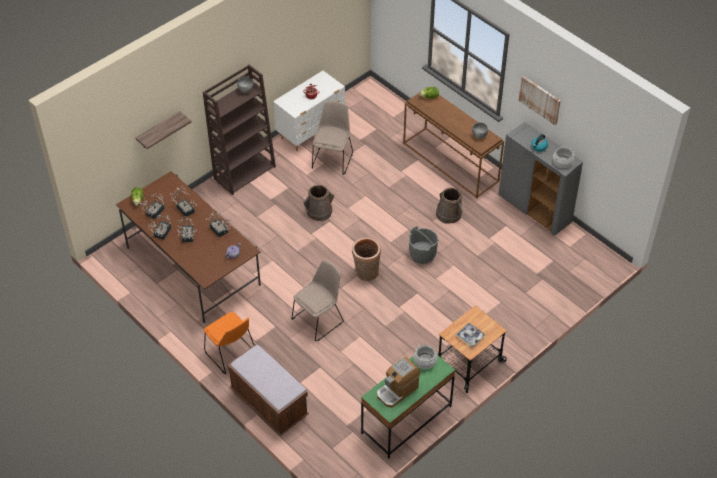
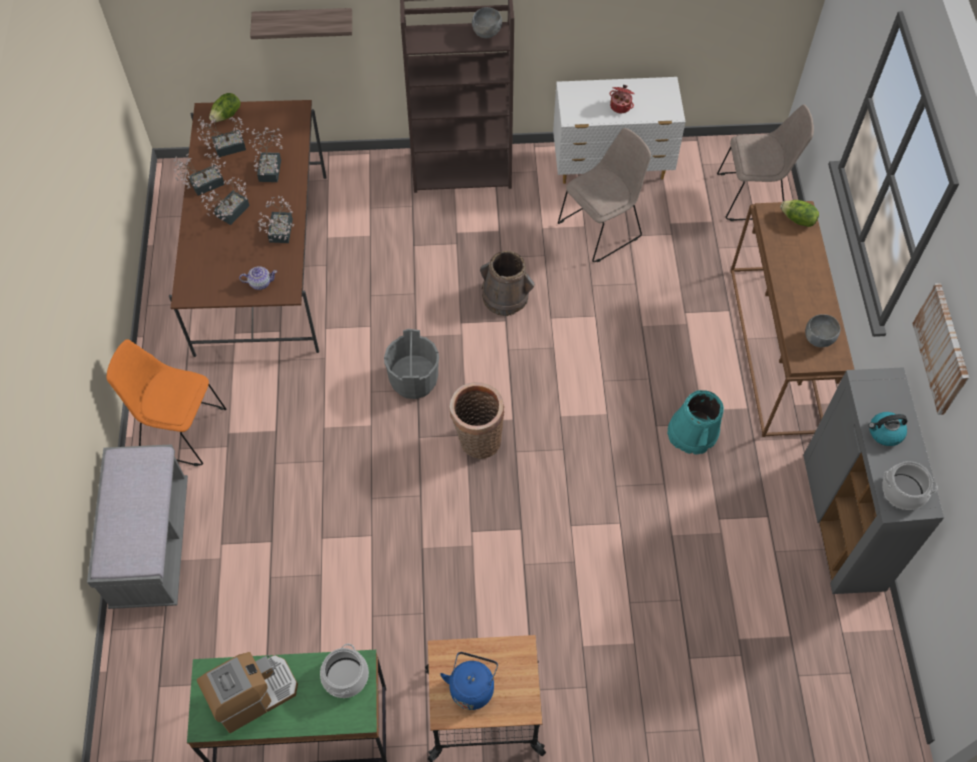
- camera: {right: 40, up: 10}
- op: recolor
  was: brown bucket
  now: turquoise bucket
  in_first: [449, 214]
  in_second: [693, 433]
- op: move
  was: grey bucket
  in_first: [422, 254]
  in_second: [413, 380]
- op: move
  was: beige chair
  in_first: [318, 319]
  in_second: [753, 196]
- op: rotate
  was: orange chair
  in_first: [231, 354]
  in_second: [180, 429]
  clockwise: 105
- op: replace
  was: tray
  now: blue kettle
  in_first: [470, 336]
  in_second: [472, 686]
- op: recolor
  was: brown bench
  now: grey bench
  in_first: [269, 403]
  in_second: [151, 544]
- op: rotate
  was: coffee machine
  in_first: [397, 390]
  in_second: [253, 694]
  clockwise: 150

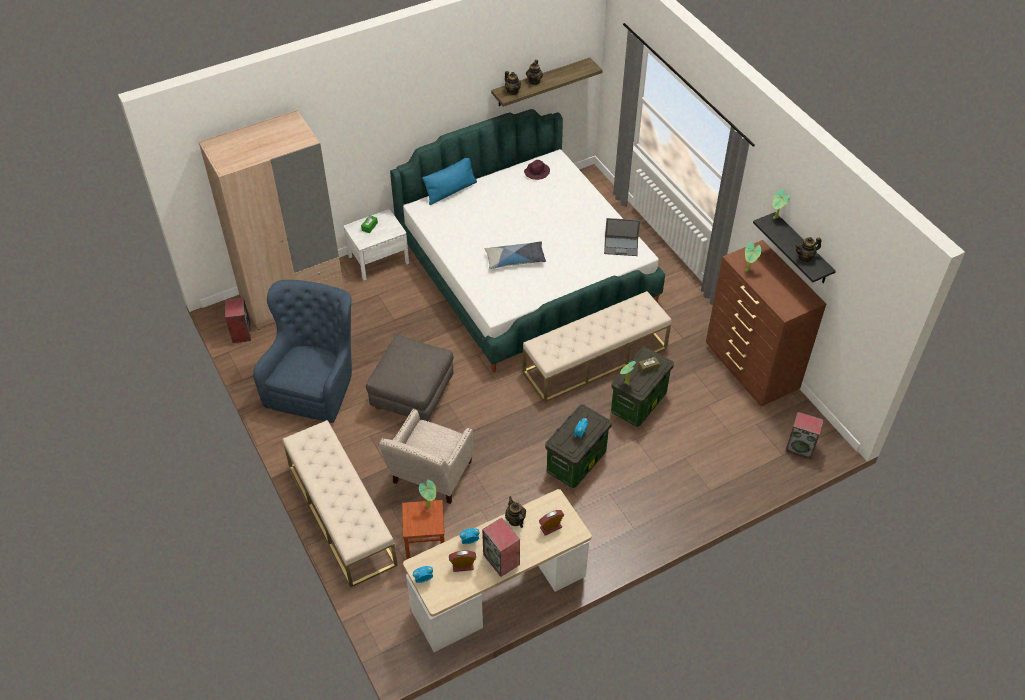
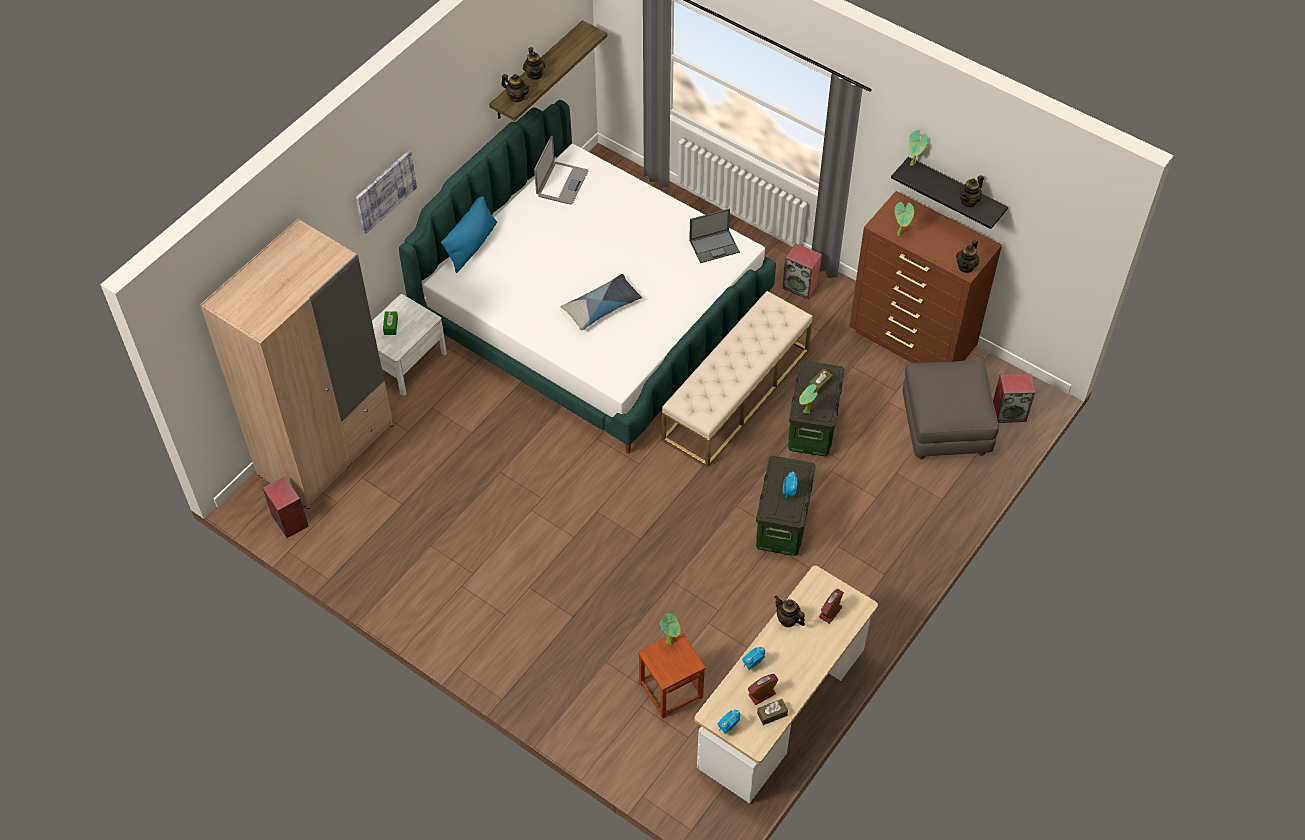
- camera: {right: -25, up: 5}
- op: replace
  was: purple hat
  now: laptop
  in_first: [537, 172]
  in_second: [561, 183]
- op: delete
  was: blue armchair
  in_first: [315, 384]
- op: move
  was: grey ottoman
  in_first: [412, 395]
  in_second: [944, 427]
- op: delete
  was: beige armchair
  in_first: [429, 476]
- op: delete
  was: beige bench
  in_first: [341, 514]
- op: move
  was: speaker
  in_first: [502, 560]
  in_second: [801, 286]
- op: insert
  now: picture
  in_second: [385, 191]
- op: insert
  now: teapot
  in_second: [966, 266]
- op: insert
  now: brown tissue box
  in_second: [772, 714]

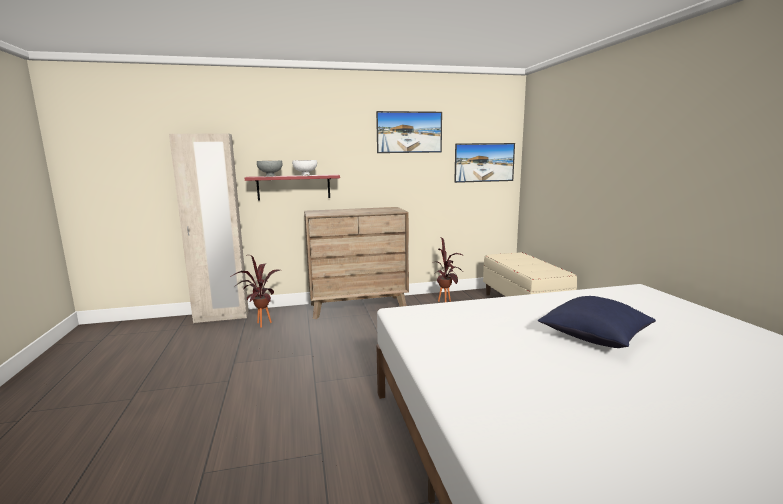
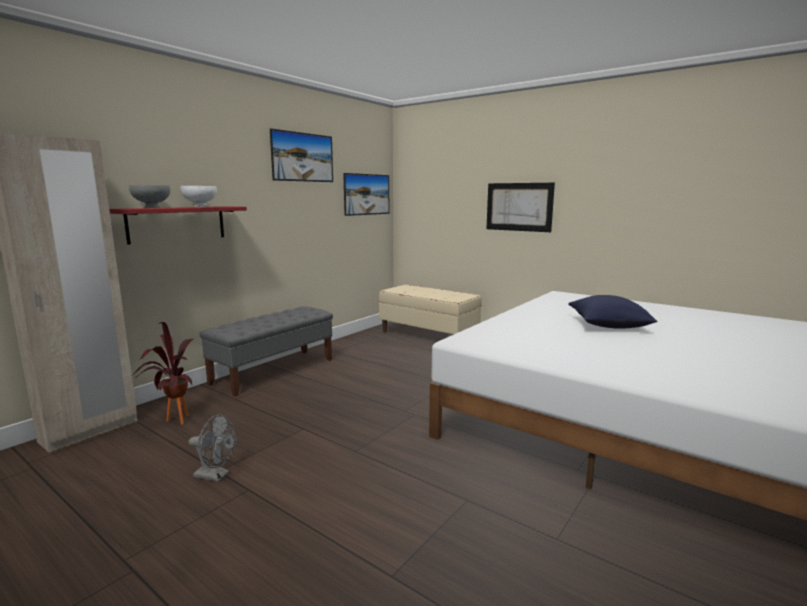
- camera: {right: -40, up: 0}
- op: replace
  was: brown dresser
  now: grey bench
  in_first: [358, 307]
  in_second: [274, 371]
- op: delete
  was: potted plant
  in_first: [447, 301]
- op: insert
  now: picture
  in_second: [519, 207]
- op: insert
  now: grey fan
  in_second: [216, 476]

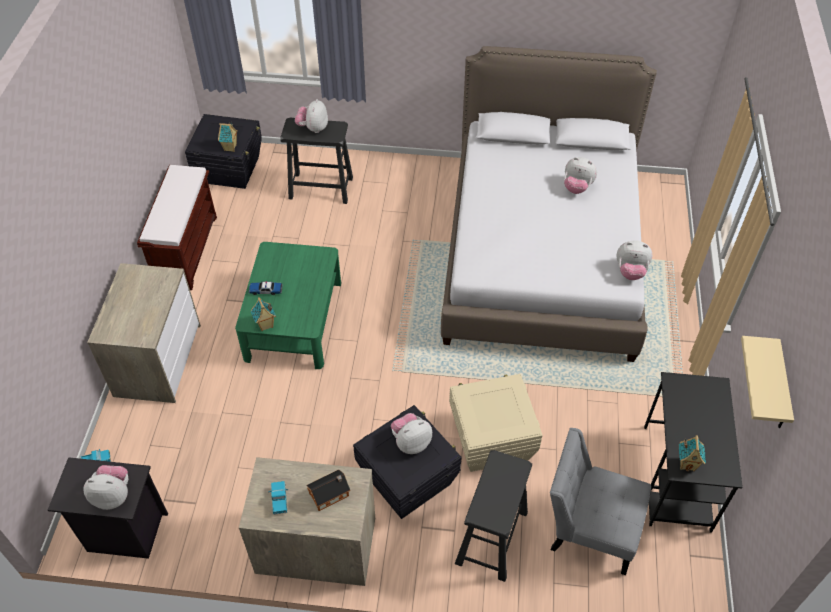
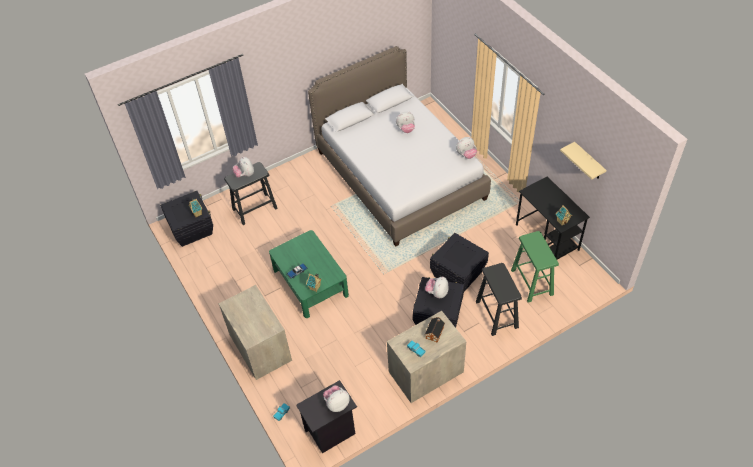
- camera: {right: -35, up: 0}
- op: delete
  was: brown bench
  in_first: [186, 250]
- op: recolor
  was: beige storage box
  now: black storage box
  in_first: [490, 439]
  in_second: [457, 274]
- op: replace
  was: grey chair
  now: green stool
  in_first: [589, 527]
  in_second: [532, 282]

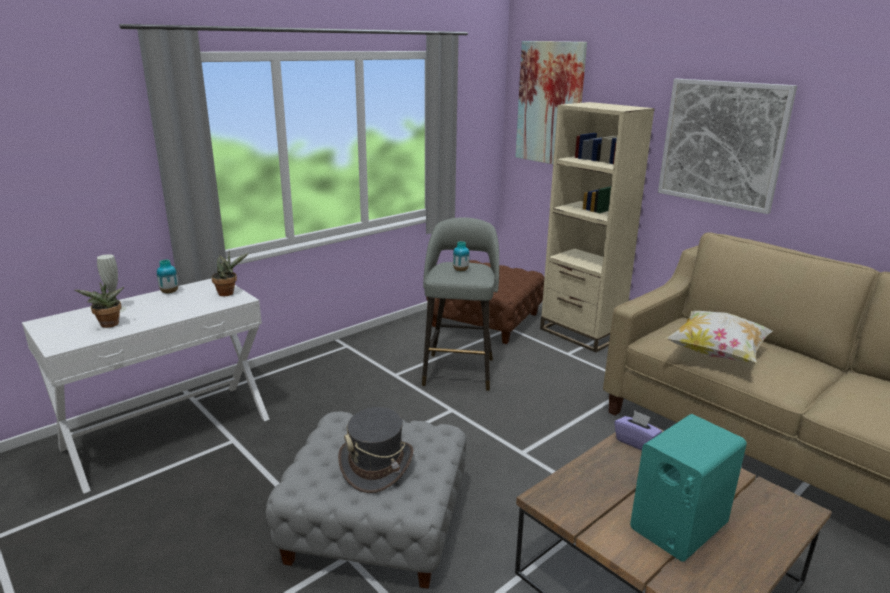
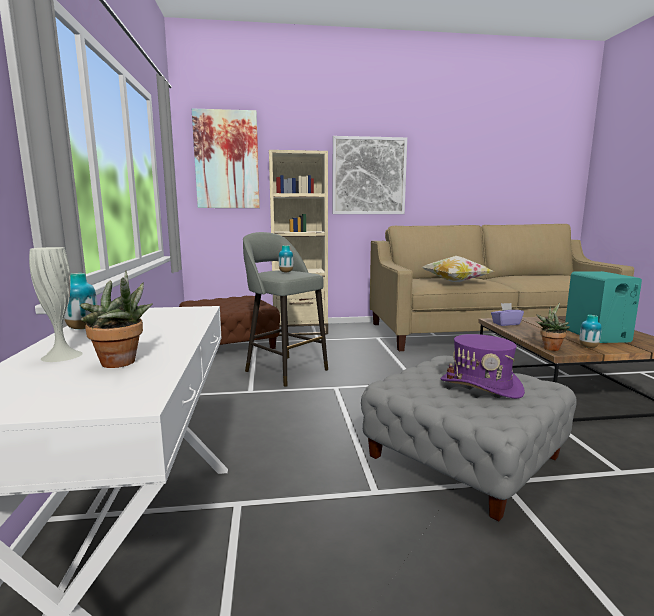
- camera: {right: -55, up: -10}
- op: move
  was: potted plant
  in_first: [228, 293]
  in_second: [550, 348]
- op: recolor
  was: grey hat
  now: purple hat
  in_first: [376, 465]
  in_second: [481, 386]
- op: insert
  now: vase
  in_second: [588, 347]

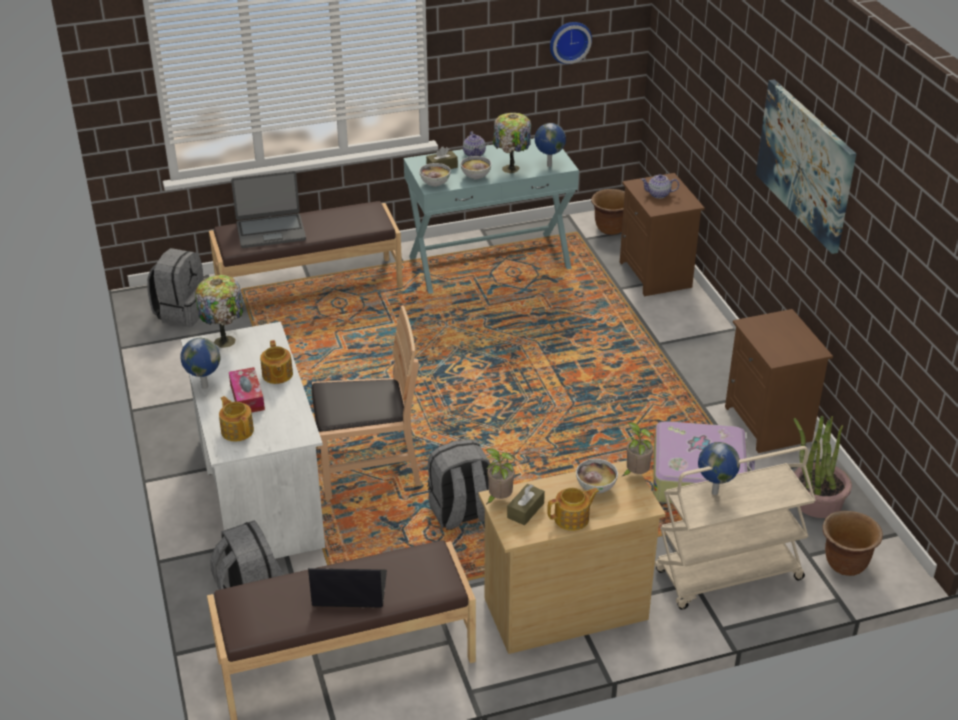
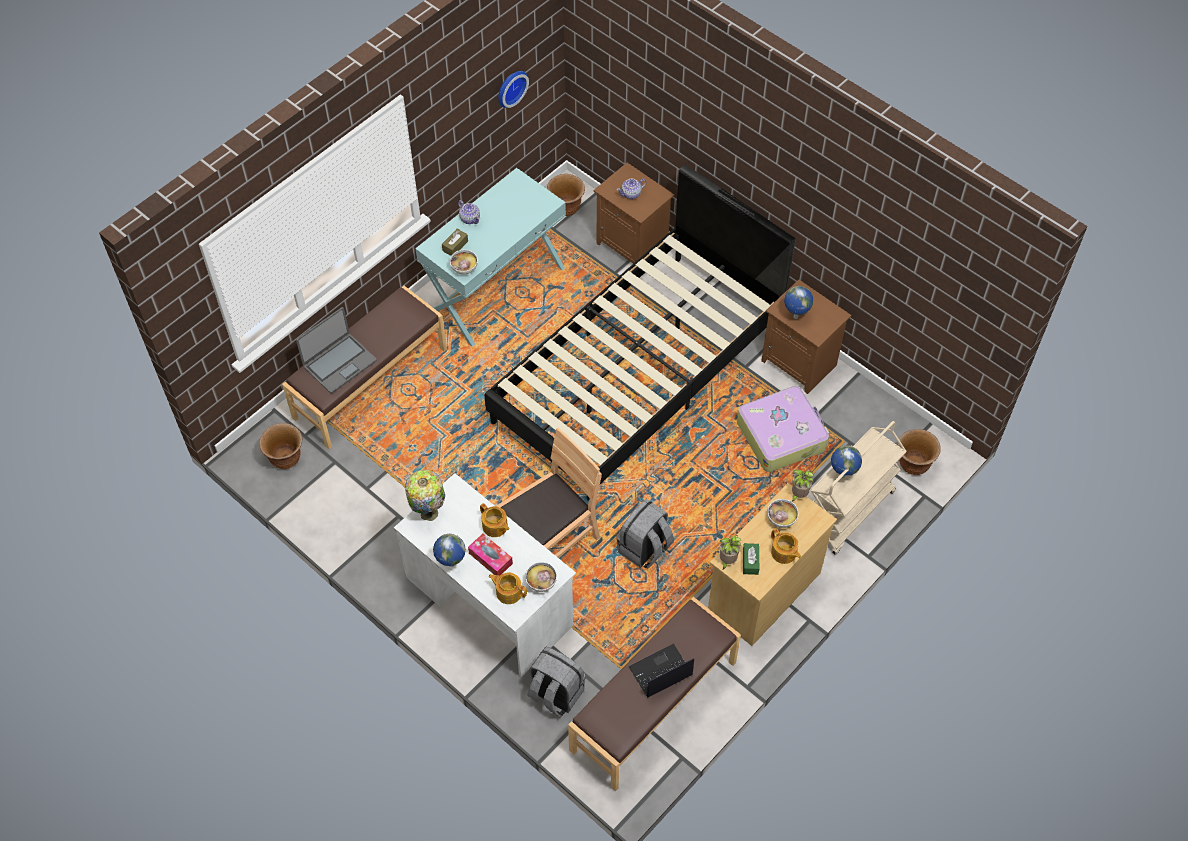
- camera: {right: -30, up: 20}
- op: delete
  was: picture
  in_first: [805, 164]
- op: delete
  was: table lamp
  in_first: [511, 169]
- op: move
  was: globe
  in_first: [548, 165]
  in_second: [795, 317]
- op: move
  was: bowl
  in_first: [475, 177]
  in_second: [541, 583]
- op: replace
  was: grey backpack
  now: brown planter
  in_first: [182, 312]
  in_second: [286, 458]
- op: delete
  was: potted plant
  in_first: [817, 501]
- op: recolor
  was: brown tissue box
  now: green tissue box
  in_first: [525, 510]
  in_second: [750, 561]
- op: rotate
  was: teapot
  in_first: [572, 518]
  in_second: [784, 553]
  clockwise: 105
- op: insert
  now: black bed
  in_second: [637, 372]

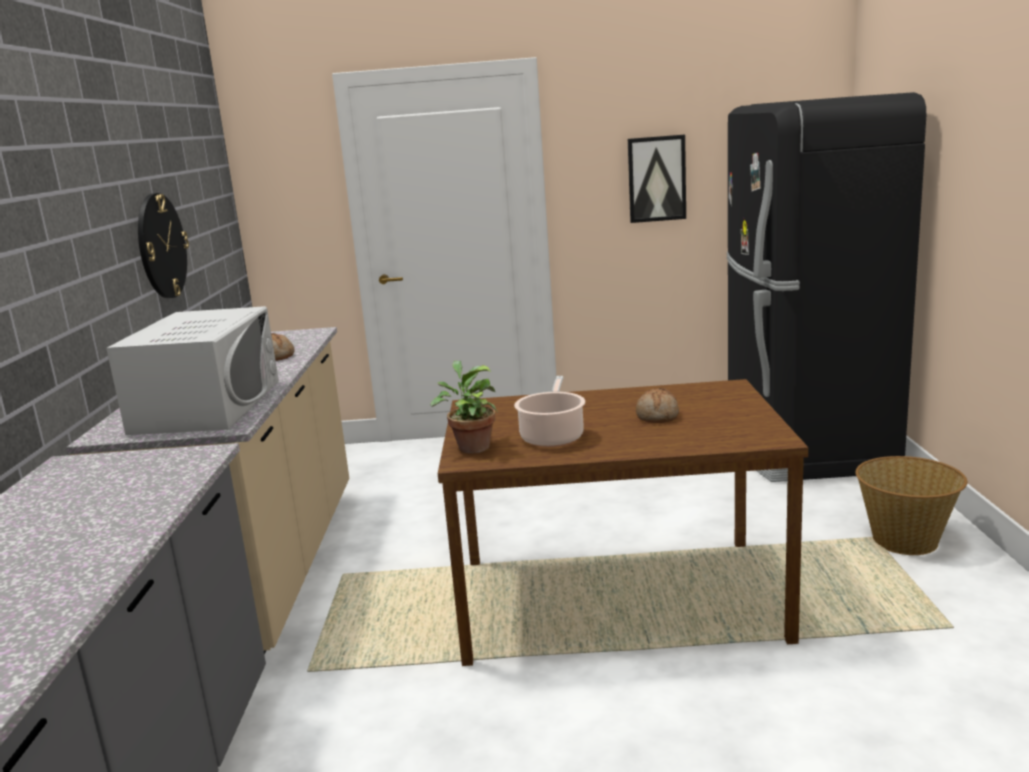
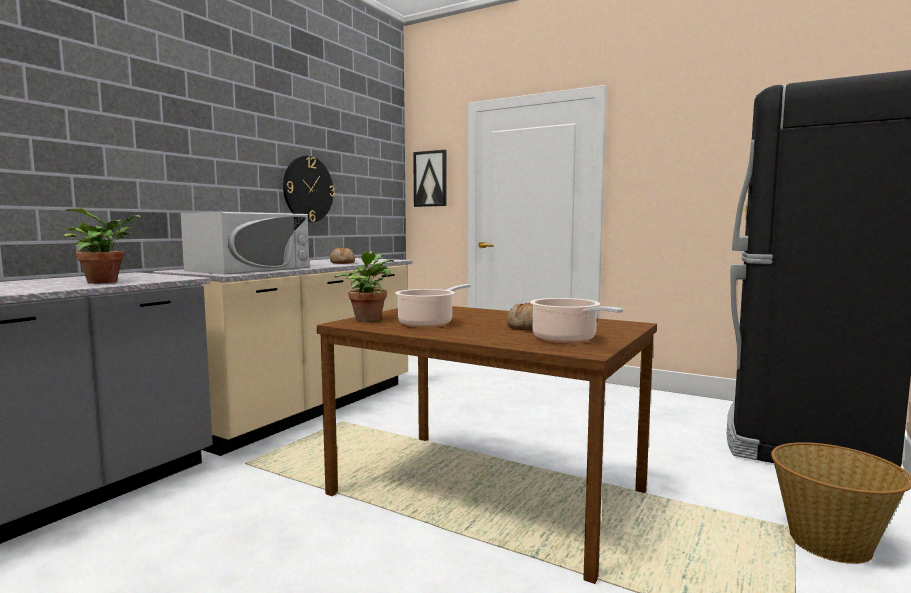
- camera: {right: 30, up: -10}
- op: move
  was: picture
  in_first: [656, 179]
  in_second: [430, 179]
- op: insert
  now: potted plant
  in_second: [107, 282]
- op: insert
  now: cooking pot
  in_second: [567, 339]

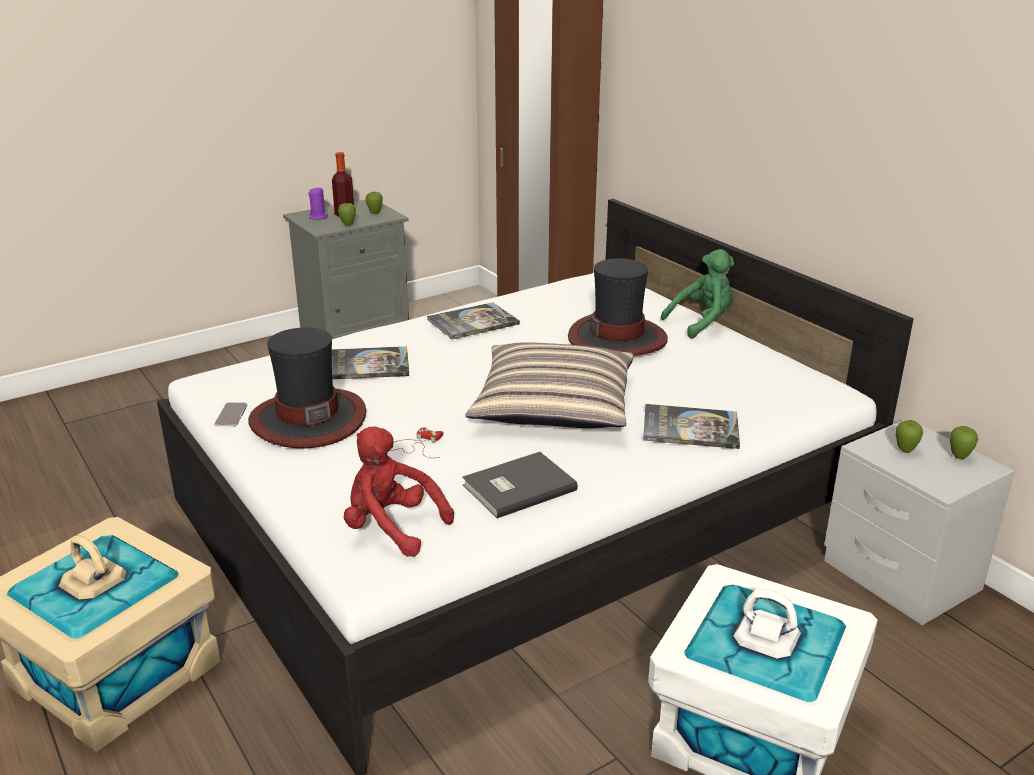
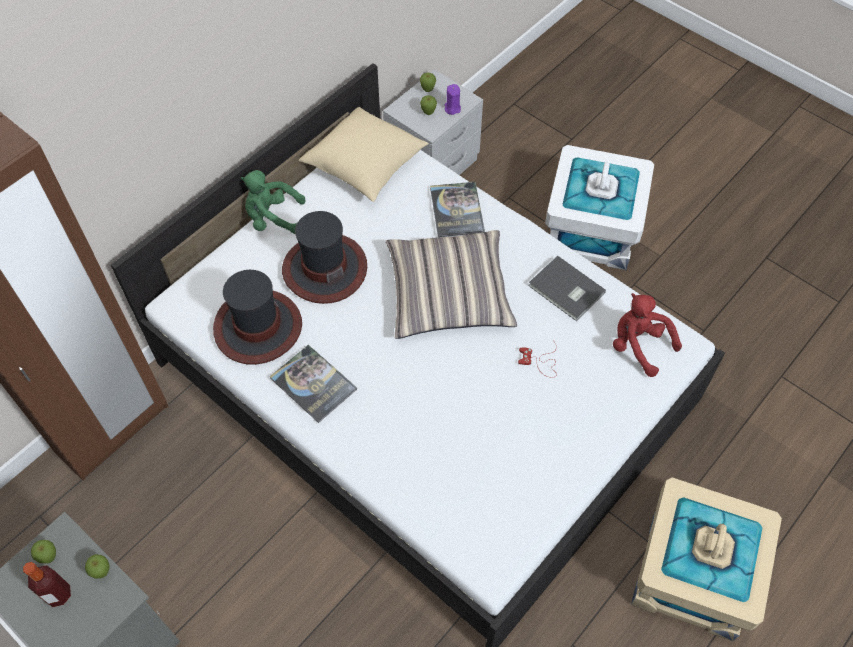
- camera: {right: -105, up: 30}
- op: move
  was: purple candle
  in_first: [318, 217]
  in_second: [452, 108]
- op: rotate
  was: green plush toy
  in_first: [702, 323]
  in_second: [273, 218]
  clockwise: -45
- op: move
  was: hat
  in_first: [308, 419]
  in_second: [257, 327]
- op: delete
  was: book
  in_first: [366, 365]
- op: delete
  was: phone
  in_first: [231, 415]
- op: rotate
  was: red plush toy
  in_first: [391, 528]
  in_second: [638, 345]
  clockwise: 120
- op: insert
  now: beige pillow
  in_second: [365, 166]

